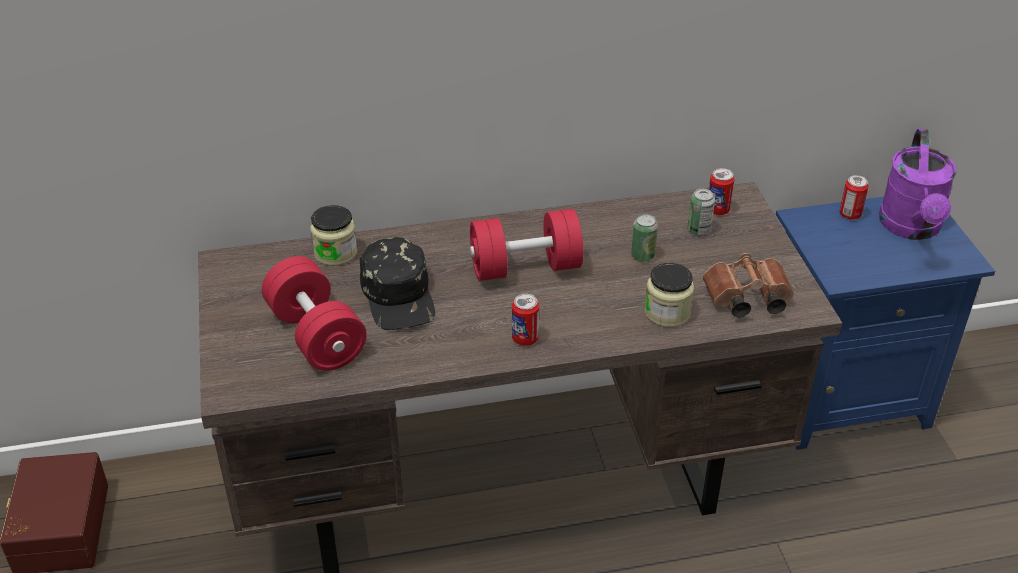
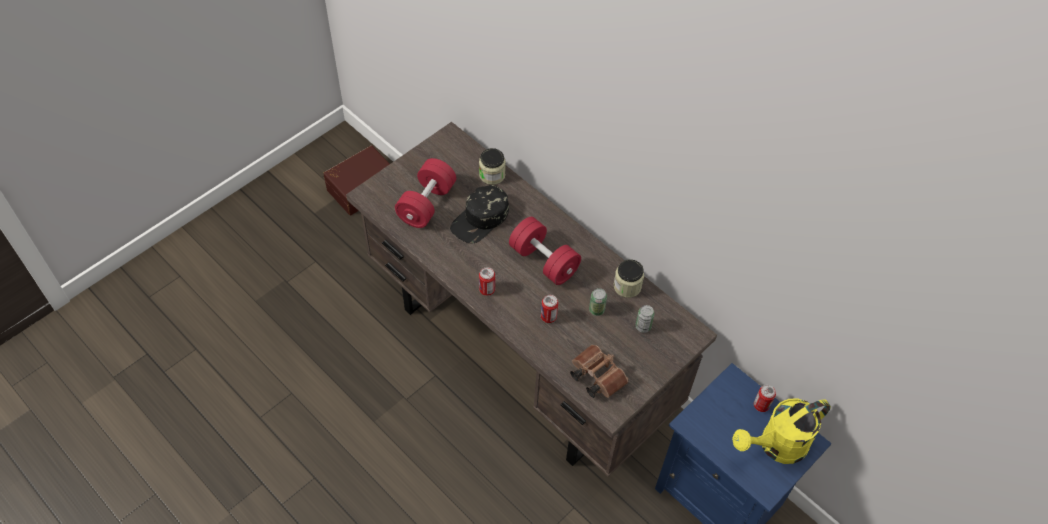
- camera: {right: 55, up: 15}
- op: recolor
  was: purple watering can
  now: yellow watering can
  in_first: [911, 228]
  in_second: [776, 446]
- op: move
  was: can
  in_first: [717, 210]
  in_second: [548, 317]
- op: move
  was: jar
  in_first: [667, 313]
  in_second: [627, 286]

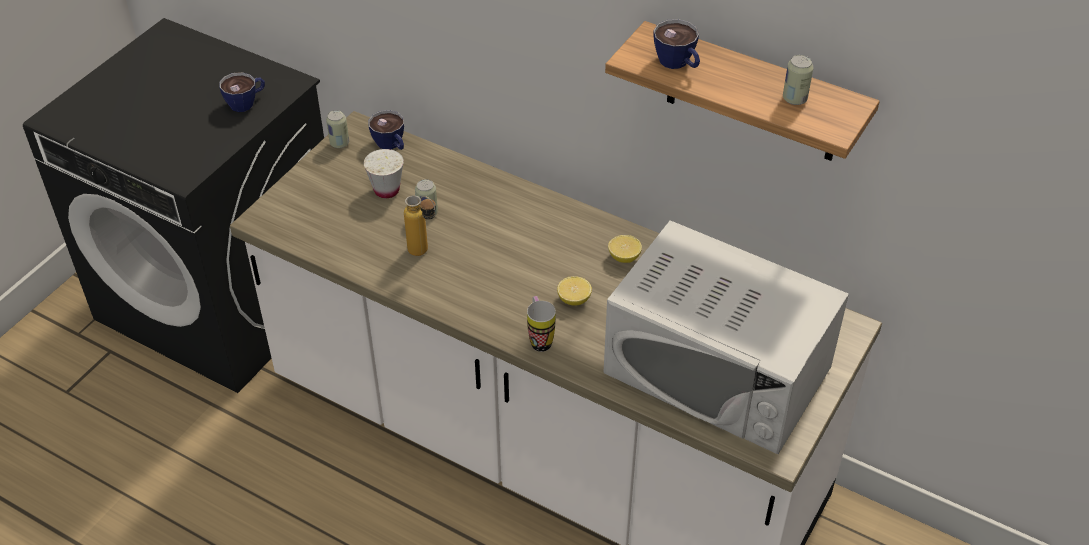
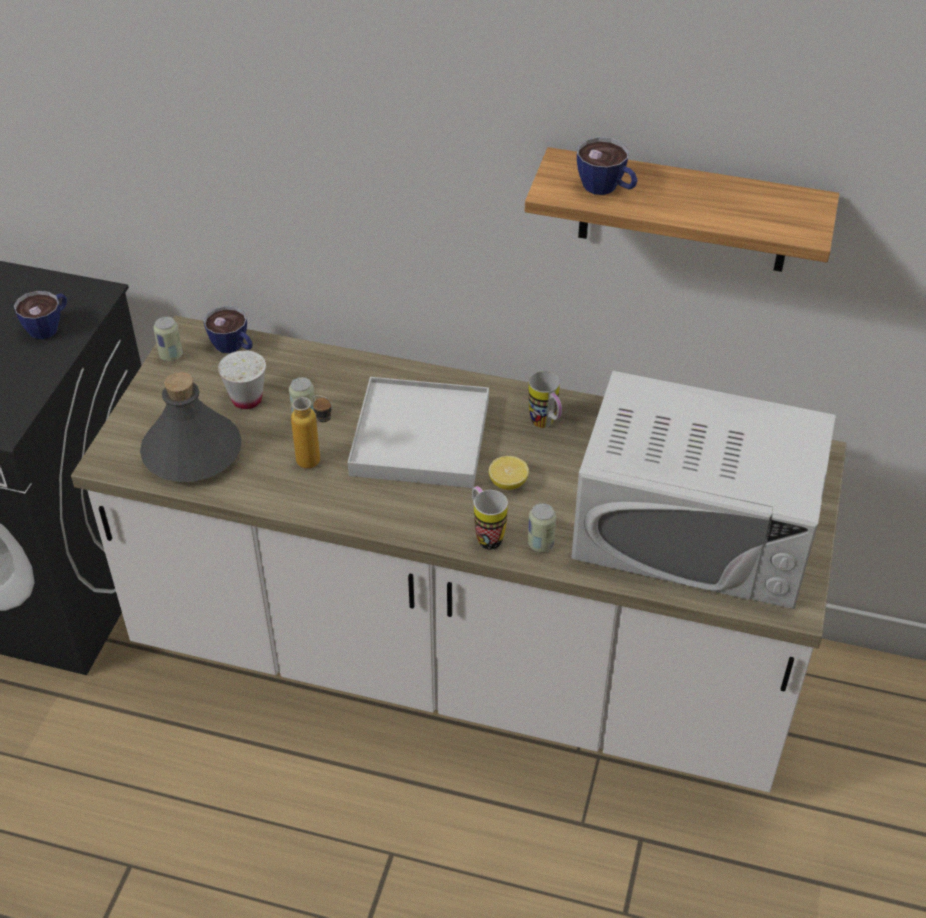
- camera: {right: -15, up: 0}
- op: move
  was: can
  in_first: [794, 99]
  in_second: [540, 544]
- op: replace
  was: lemon
  now: mug
  in_first: [624, 257]
  in_second: [546, 425]
- op: insert
  now: grey bottle
  in_second: [193, 452]
- op: insert
  now: white tray
  in_second: [420, 438]

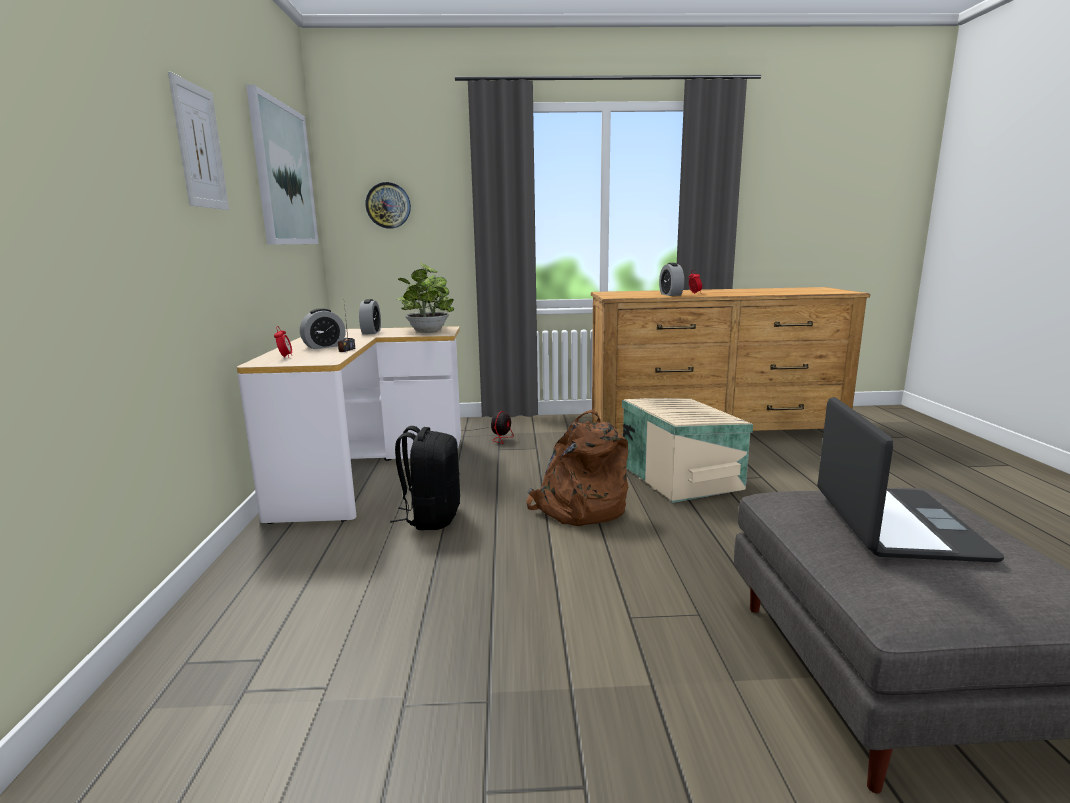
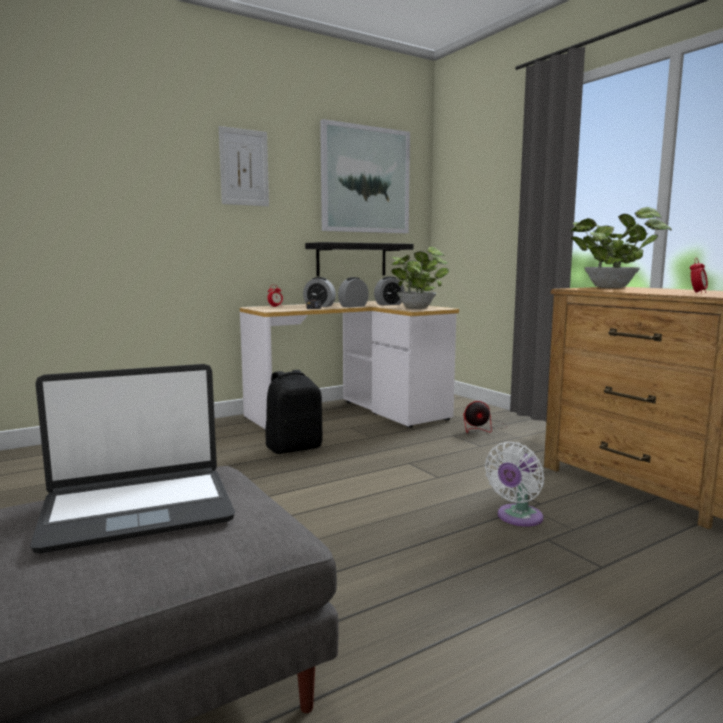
- camera: {right: 60, up: -5}
- op: delete
  was: wall clock
  in_first: [388, 205]
- op: move
  was: alarm clock
  in_first: [670, 294]
  in_second: [353, 306]
- op: replace
  was: beige storage box
  now: white fan
  in_first: [681, 476]
  in_second: [517, 518]
- op: delete
  was: brown backpack
  in_first: [579, 508]
- op: insert
  now: potted plant
  in_second: [614, 287]
- op: insert
  now: black shelf
  in_second: [351, 259]

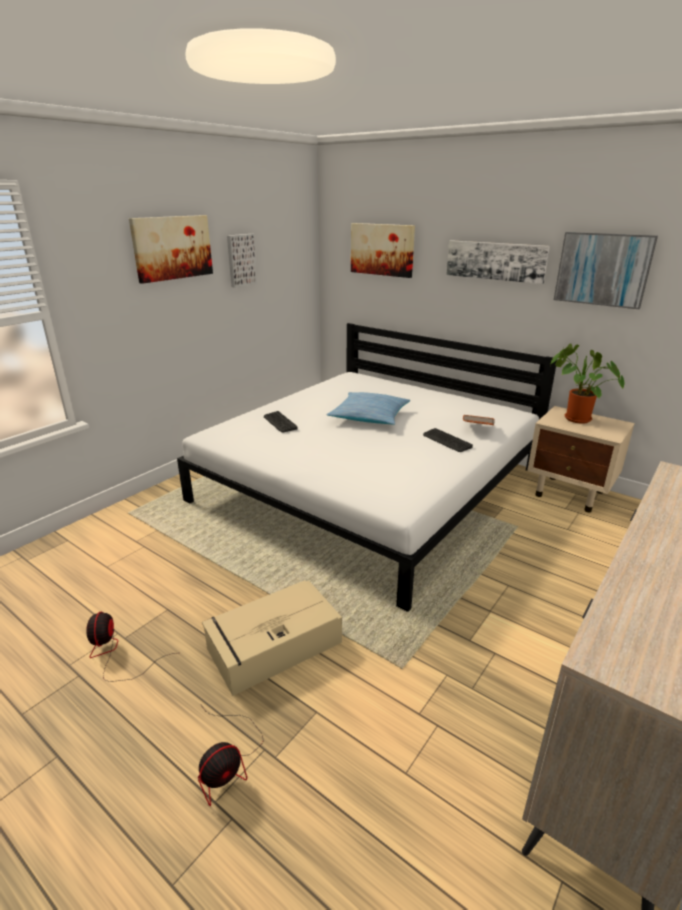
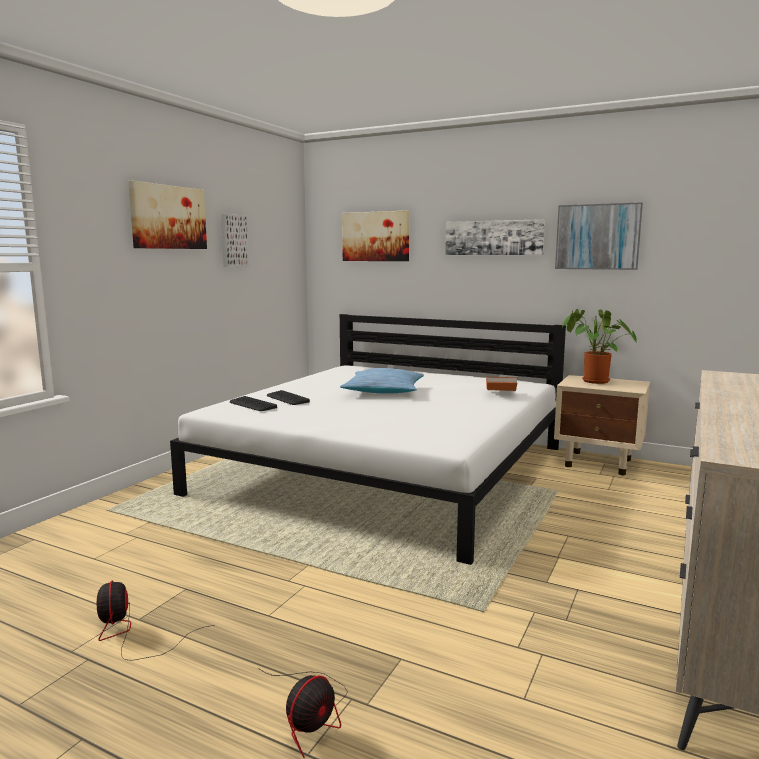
- camera: {right: -10, up: -15}
- op: move
  was: keyboard
  in_first: [446, 441]
  in_second: [252, 405]
- op: delete
  was: beige storage box
  in_first: [272, 646]

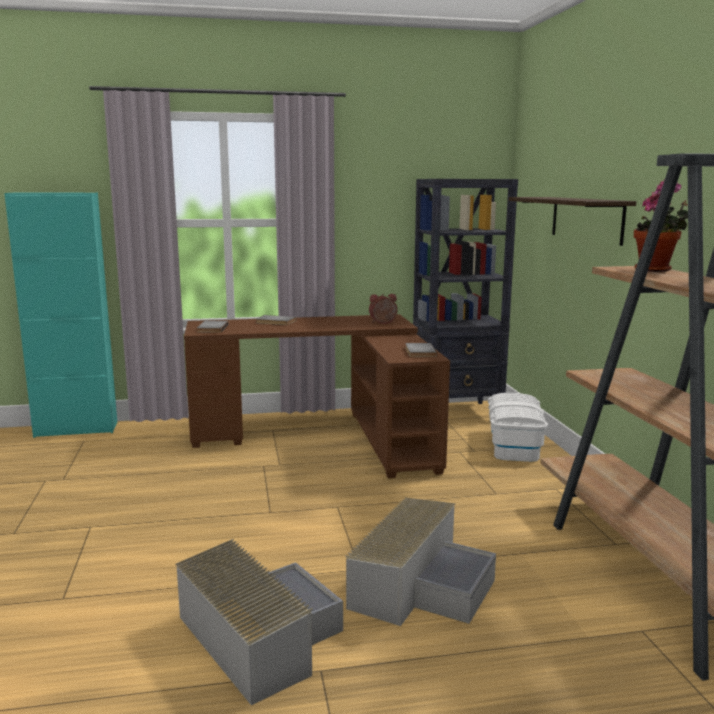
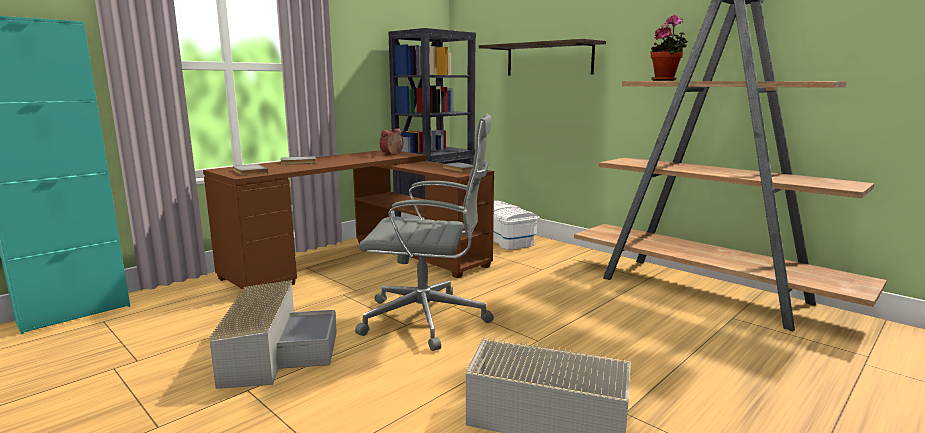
- camera: {right: -35, up: 0}
- op: move
  was: grey storage box
  in_first: [420, 583]
  in_second: [276, 351]
- op: insert
  now: grey office chair
  in_second: [428, 319]

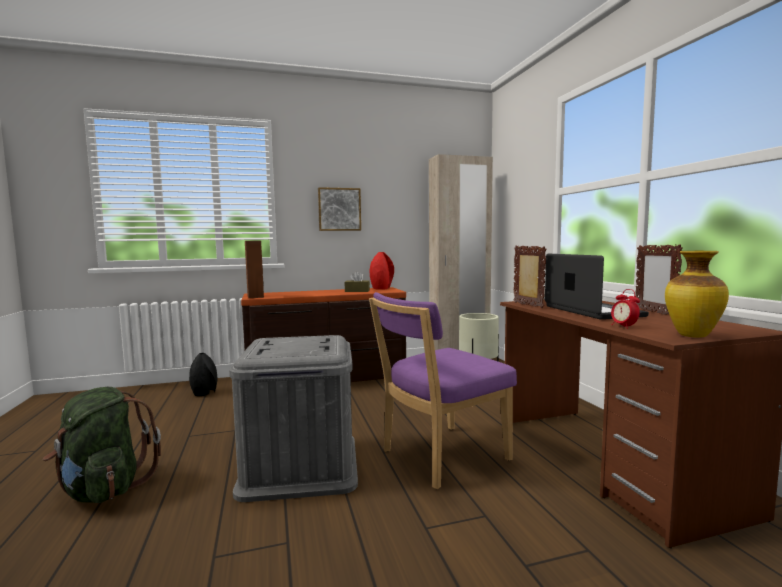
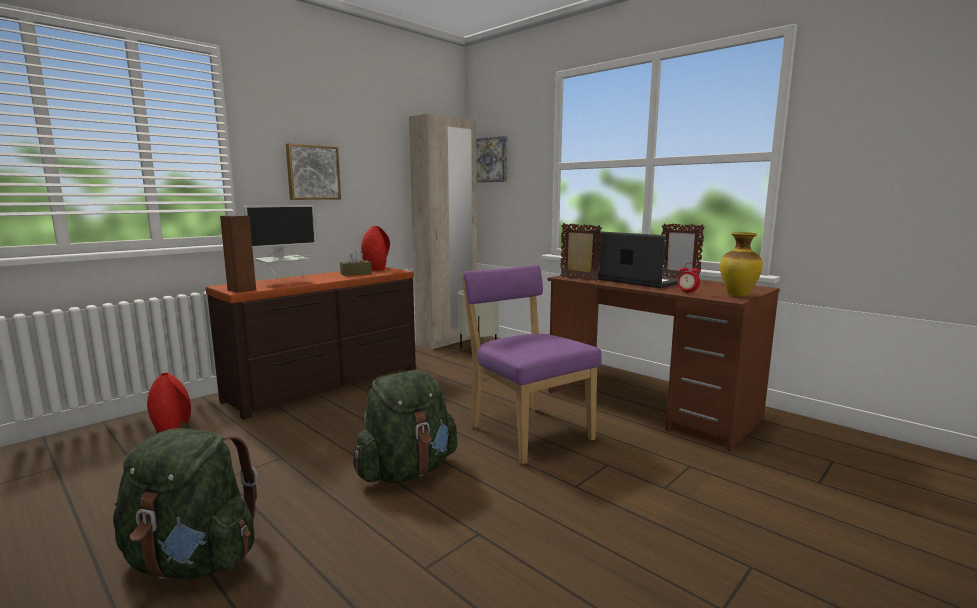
- camera: {right: -30, up: 5}
- op: rotate
  was: purple chair
  in_first: [440, 457]
  in_second: [527, 431]
  clockwise: 120
- op: replace
  was: grey storage box
  now: green backpack
  in_first: [300, 465]
  in_second: [407, 471]
- op: recolor
  was: black vase
  now: red vase
  in_first: [205, 393]
  in_second: [172, 427]
- op: insert
  now: picture
  in_second: [491, 160]
- op: insert
  now: monitor
  in_second: [285, 282]

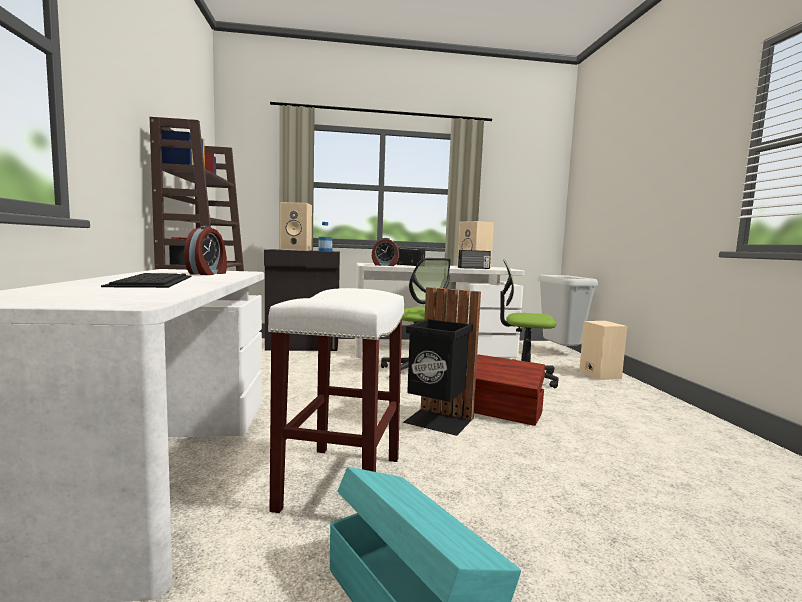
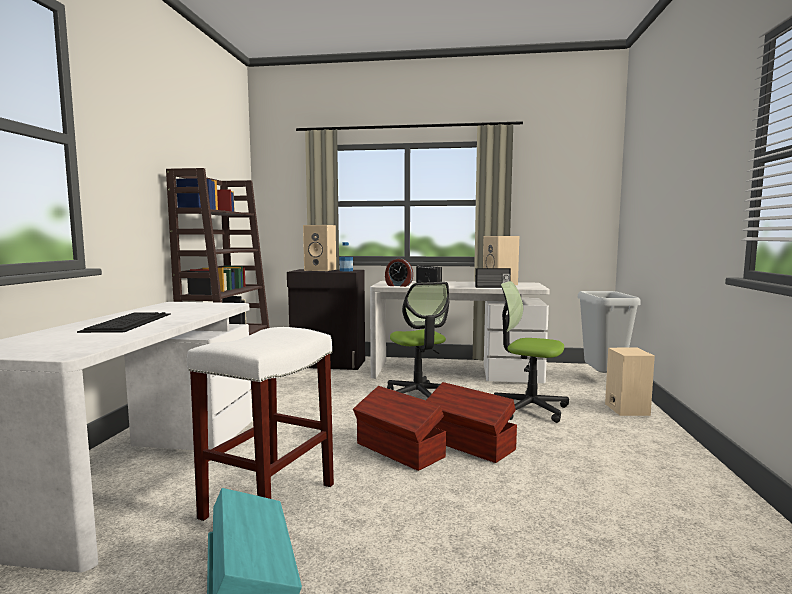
- camera: {right: 15, up: 0}
- op: delete
  was: alarm clock
  in_first: [208, 273]
- op: replace
  was: black trash can
  now: brown storage box
  in_first: [438, 421]
  in_second: [399, 451]

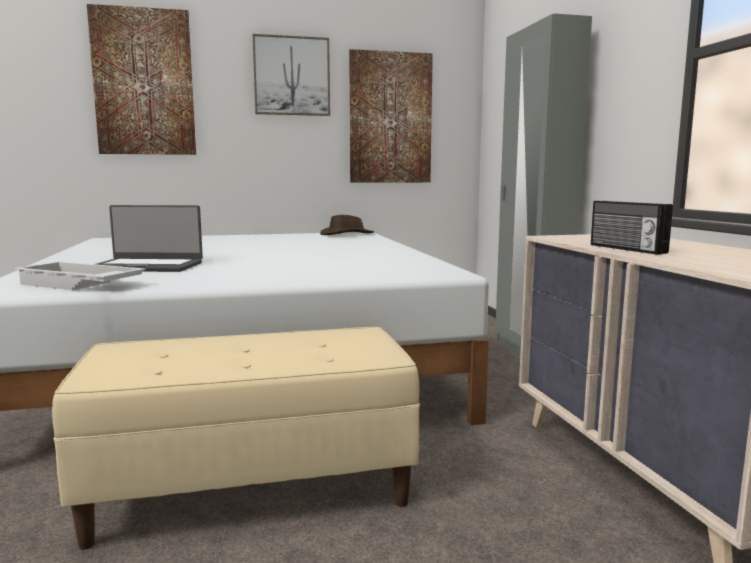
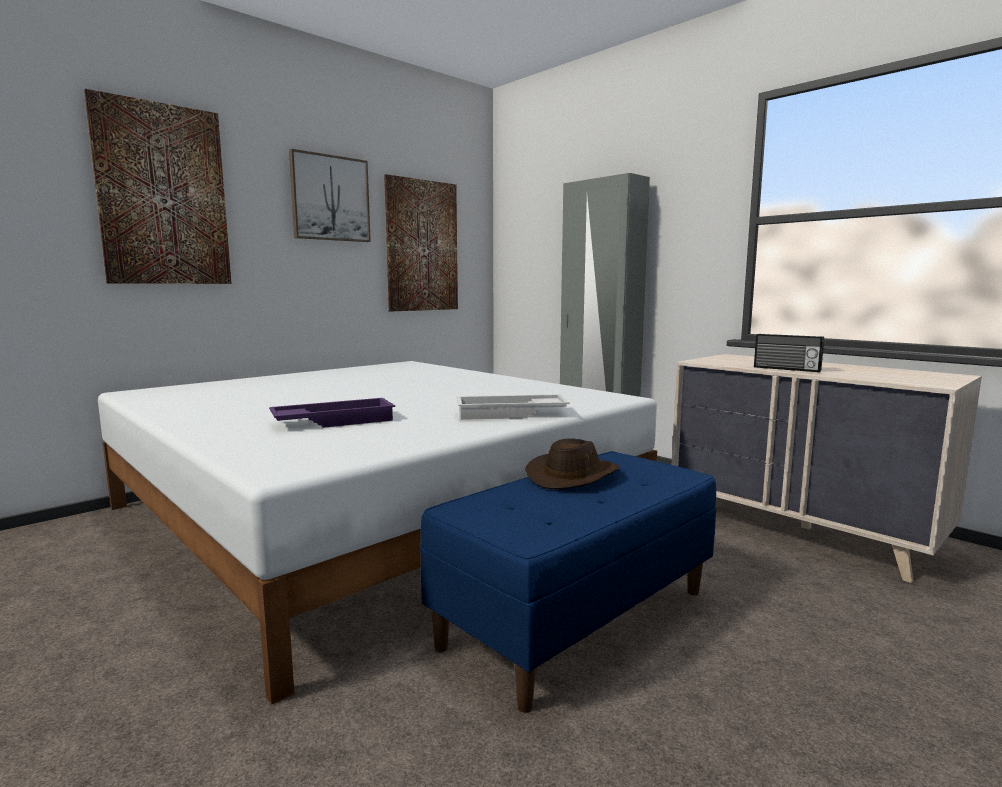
- camera: {right: -30, up: 0}
- op: replace
  was: laptop
  now: purple tray
  in_first: [147, 266]
  in_second: [334, 421]
- op: move
  was: brown hat
  in_first: [346, 234]
  in_second: [573, 476]
- op: move
  was: white tray
  in_first: [78, 285]
  in_second: [510, 414]
- op: recolor
  was: beige bench
  now: blue bench
  in_first: [253, 489]
  in_second: [577, 617]

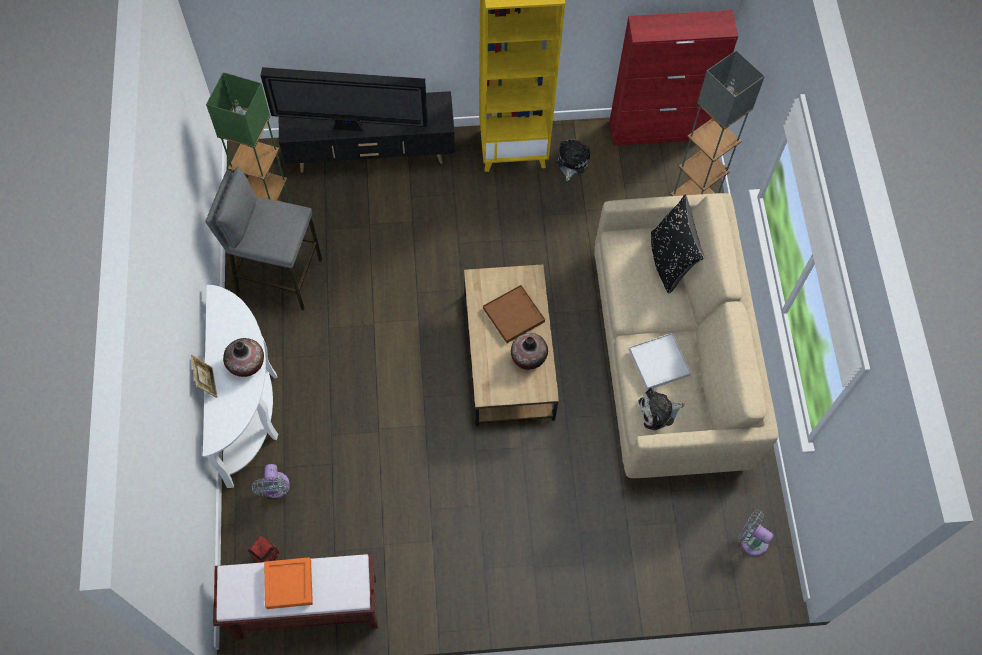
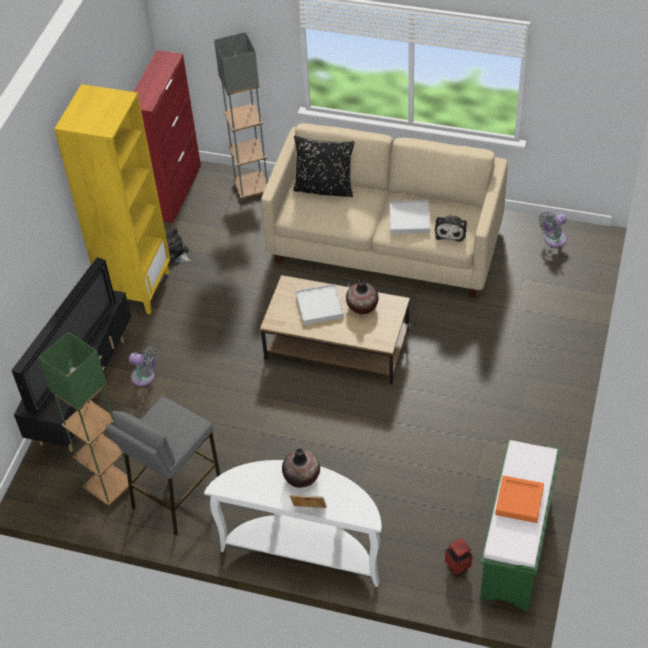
- camera: {right: -65, up: -15}
- op: recolor
  was: brown tray
  now: white tray
  in_first: [514, 315]
  in_second: [319, 306]
- op: move
  was: grey fan
  in_first: [275, 488]
  in_second: [145, 377]
- op: recolor
  was: brown bench
  now: green bench
  in_first: [305, 609]
  in_second: [516, 549]

